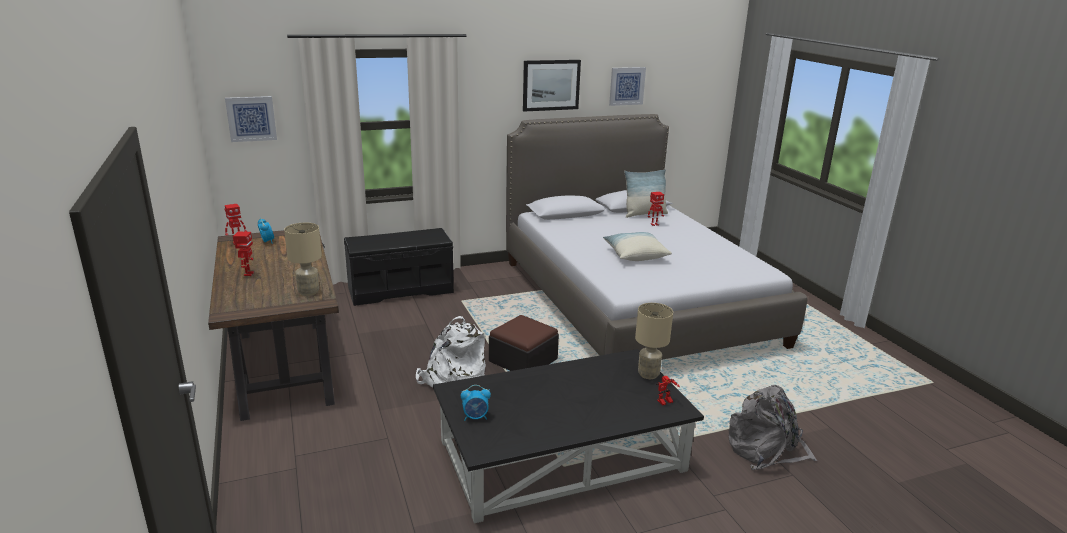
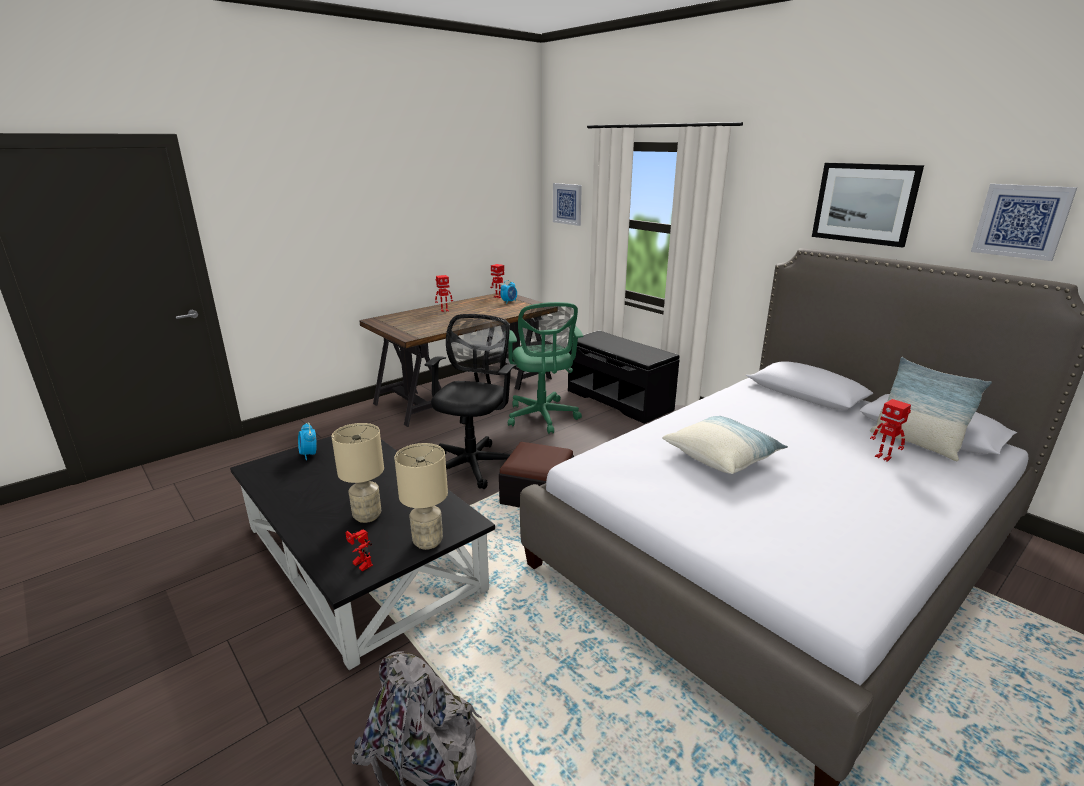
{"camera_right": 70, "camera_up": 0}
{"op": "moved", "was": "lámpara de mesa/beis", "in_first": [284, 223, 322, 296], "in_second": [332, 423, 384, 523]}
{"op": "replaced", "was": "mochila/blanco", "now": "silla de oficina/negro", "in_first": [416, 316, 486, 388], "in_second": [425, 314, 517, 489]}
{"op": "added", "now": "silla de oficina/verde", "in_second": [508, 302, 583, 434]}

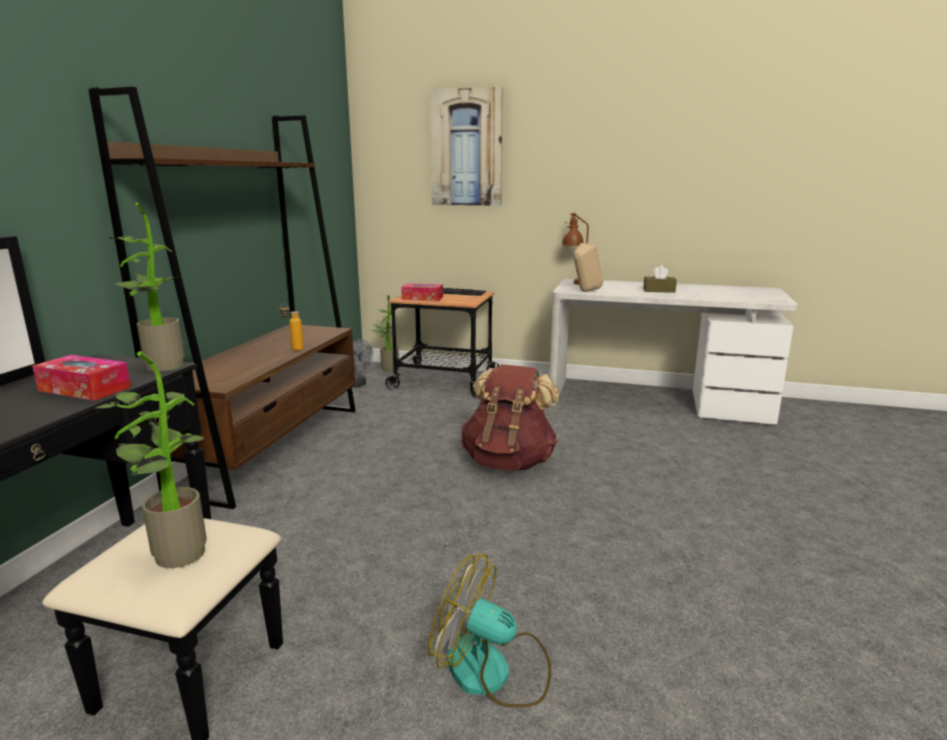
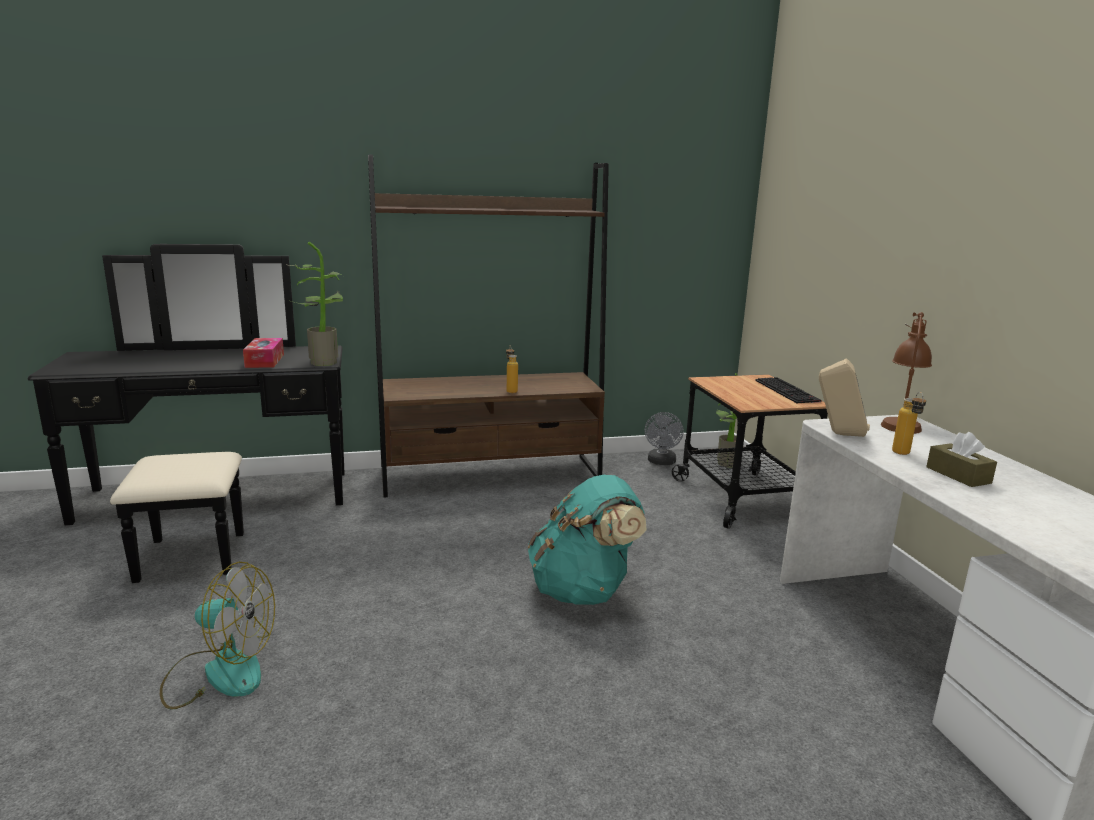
{"camera_right": 60, "camera_up": 0}
{"op": "turned", "was": "ventilador", "in_first": [428, 554, 551, 708], "in_second": [160, 562, 275, 709], "clockwise": 105}
{"op": "recoloured", "was": "mochila/marrón", "now": "mochila/turquesa", "in_first": [461, 364, 560, 471], "in_second": [528, 475, 647, 605]}
{"op": "added", "now": "botella", "in_second": [892, 392, 926, 455]}
{"op": "removed", "was": "planta en maceta", "in_first": [96, 351, 207, 568]}
{"op": "removed", "was": "caja de pañuelos", "in_first": [401, 283, 443, 301]}
{"op": "removed", "was": "cuadro", "in_first": [430, 87, 503, 206]}

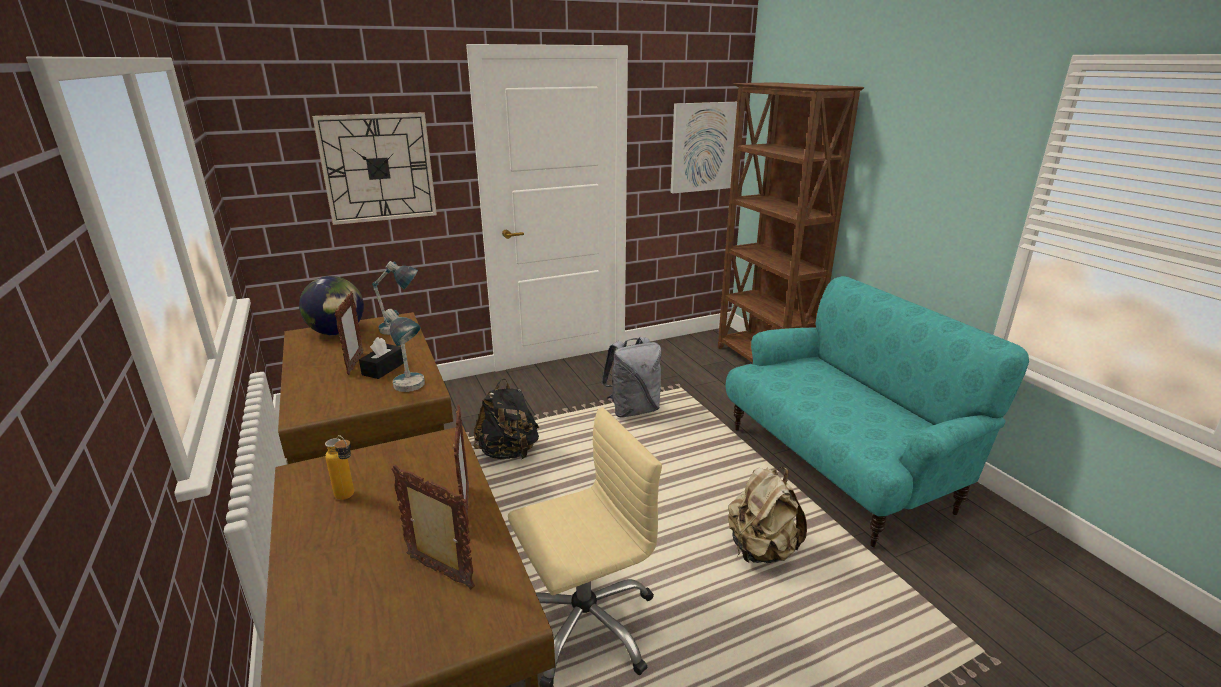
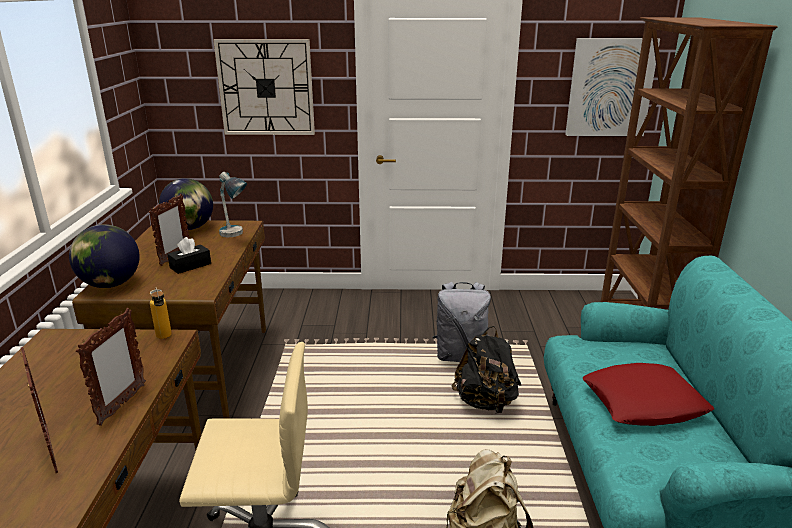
{"camera_right": 25, "camera_up": 0}
{"op": "added", "now": "globo terráqueo", "in_second": [69, 224, 140, 288]}
{"op": "moved", "was": "botella", "in_first": [325, 435, 354, 500], "in_second": [150, 287, 172, 339]}
{"op": "moved", "was": "mochila/negro", "in_first": [473, 379, 539, 460], "in_second": [451, 326, 521, 413]}
{"op": "added", "now": "cojín/rojo", "in_second": [583, 363, 714, 426]}
{"op": "removed", "was": "lámpara de mesa", "in_first": [384, 309, 425, 392]}

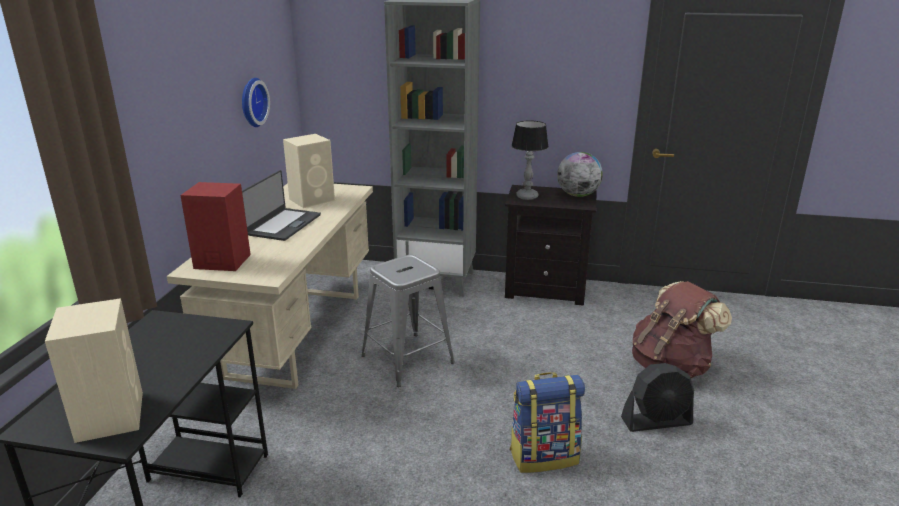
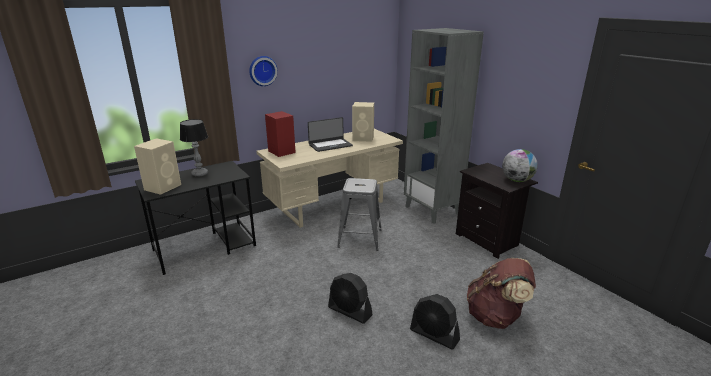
{"camera_right": 45, "camera_up": 0}
{"op": "moved", "was": "lámpara de mesa", "in_first": [511, 120, 549, 200], "in_second": [180, 119, 208, 177]}
{"op": "moved", "was": "reloj de pared", "in_first": [242, 78, 270, 127], "in_second": [249, 56, 278, 86]}
{"op": "replaced", "was": "mochila", "now": "ventilador/negro", "in_first": [510, 372, 585, 473], "in_second": [328, 273, 373, 324]}

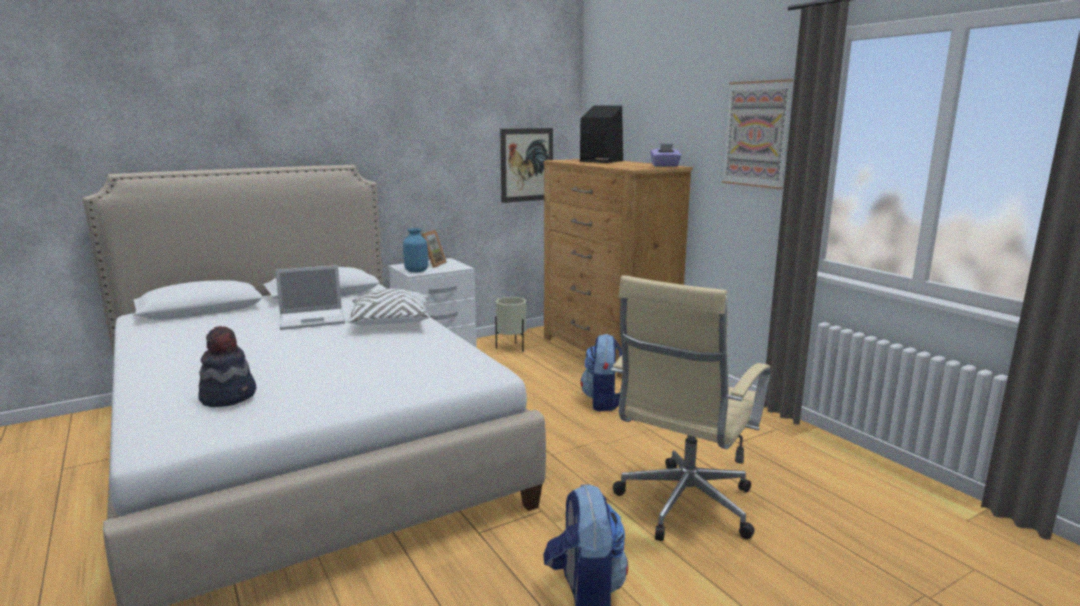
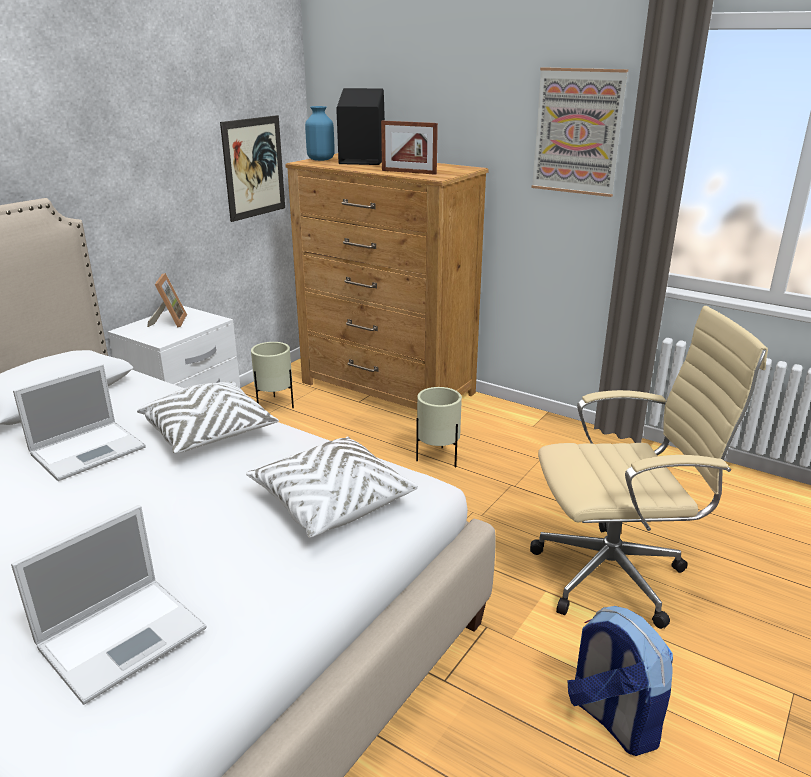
{"camera_right": -25, "camera_up": 10}
{"op": "replaced", "was": "sombrero", "now": "portátil", "in_first": [198, 326, 256, 407], "in_second": [11, 505, 206, 705]}
{"op": "added", "now": "cojín/blanco", "in_second": [246, 436, 418, 538]}
{"op": "moved", "was": "florero/azul", "in_first": [403, 228, 428, 273], "in_second": [305, 106, 335, 161]}
{"op": "added", "now": "portarretratos", "in_second": [381, 121, 438, 175]}
{"op": "replaced", "was": "mochila", "now": "maceta/beis", "in_first": [580, 334, 622, 411], "in_second": [416, 387, 462, 468]}
{"op": "turned", "was": "silla de oficina/beis", "in_first": [611, 275, 770, 541], "in_second": [530, 306, 768, 629], "clockwise": -105}
{"op": "removed", "was": "caja de pañuelos/morado", "in_first": [650, 144, 682, 167]}

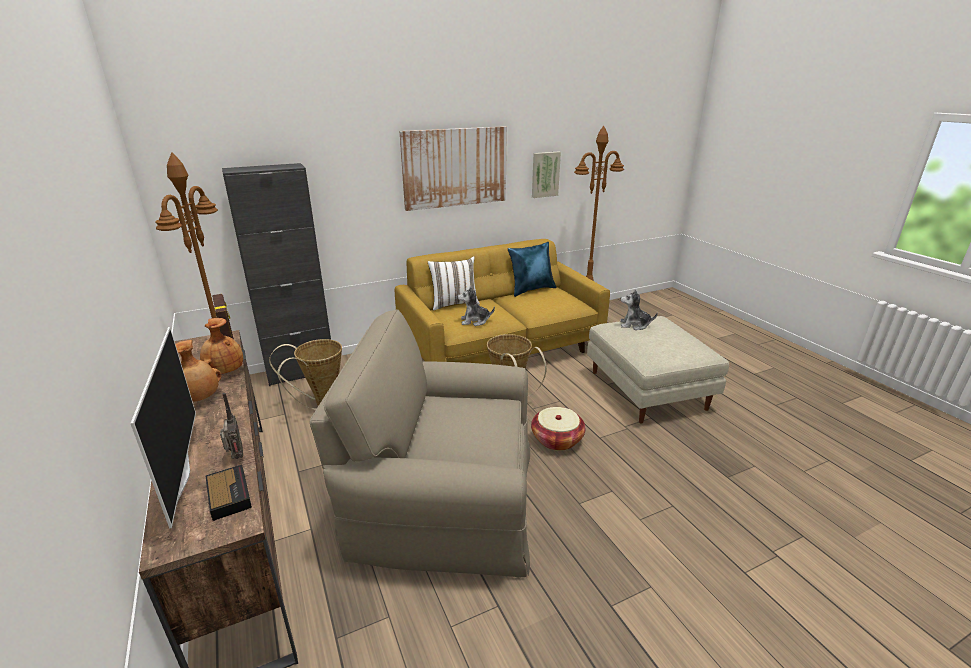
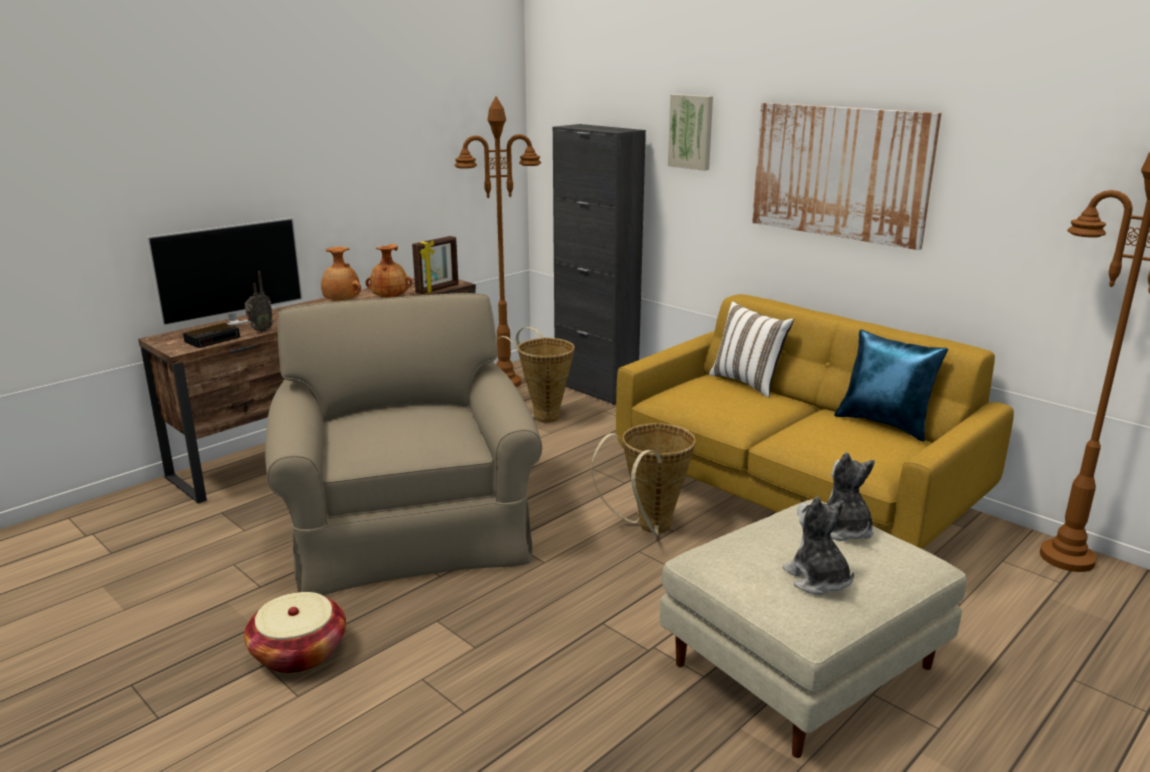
{"camera_right": 70, "camera_up": -5}
{"op": "moved", "was": "cesta", "in_first": [531, 407, 586, 451], "in_second": [244, 592, 346, 674]}
{"op": "moved", "was": "cuadro", "in_first": [532, 151, 561, 198], "in_second": [668, 94, 713, 171]}
{"op": "moved", "was": "peluche", "in_first": [458, 286, 495, 326], "in_second": [783, 496, 854, 595]}

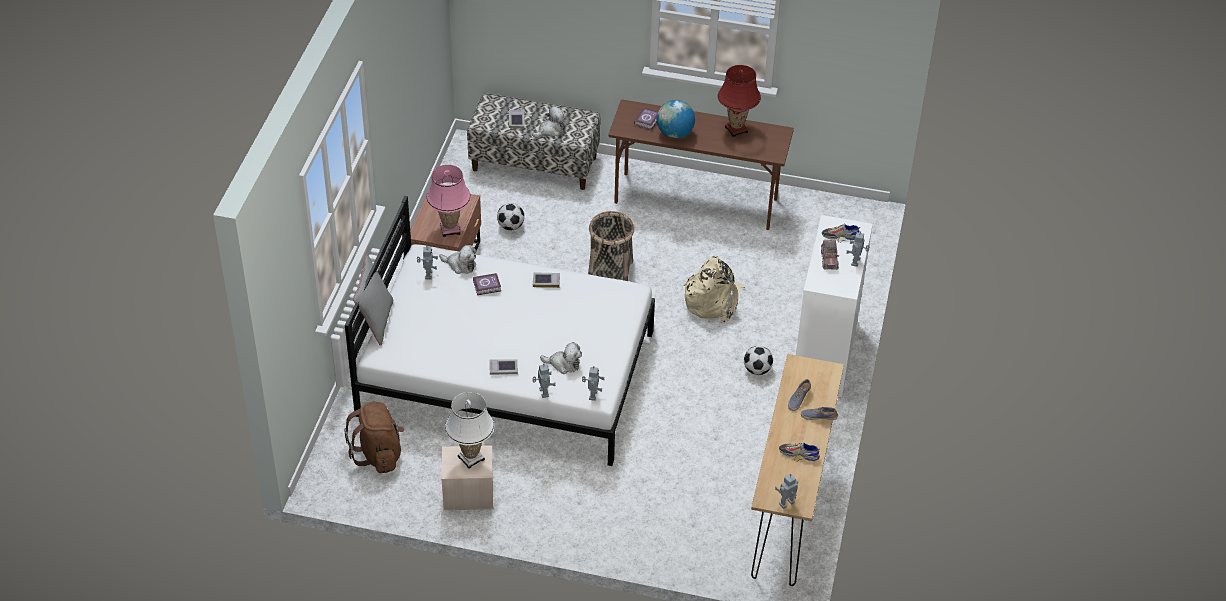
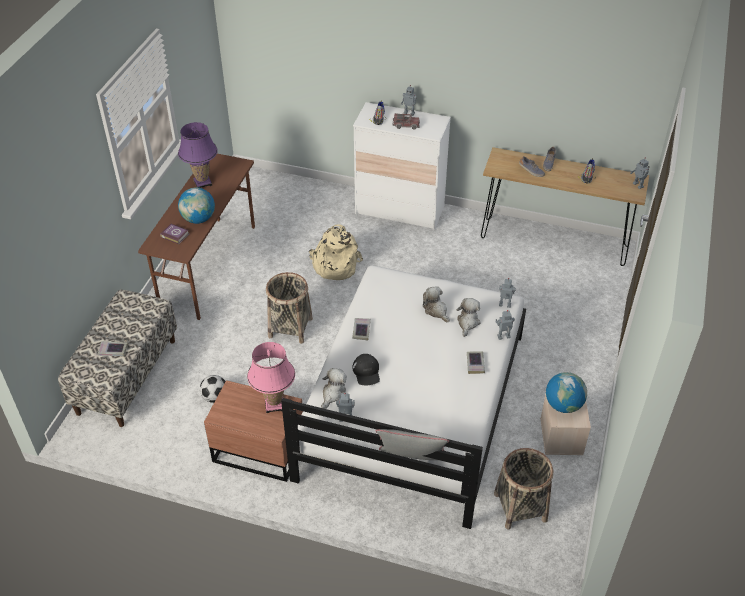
{"camera_right": -85, "camera_up": 0}
{"op": "recoloured", "was": "lámpara de mesa/rojo", "now": "lámpara de mesa/morado", "in_first": [718, 65, 761, 137], "in_second": [178, 122, 218, 188]}
{"op": "replaced", "was": "libro", "now": "gorra/negro", "in_first": [473, 273, 501, 295], "in_second": [353, 354, 380, 385]}
{"op": "moved", "was": "peluche", "in_first": [532, 106, 564, 138], "in_second": [423, 286, 450, 323]}
{"op": "replaced", "was": "mochila/marrón", "now": "cesta", "in_first": [344, 402, 404, 473], "in_second": [494, 448, 553, 529]}
{"op": "replaced", "was": "lámpara de mesa/blanco", "now": "globo terráqueo", "in_first": [445, 392, 494, 469], "in_second": [546, 372, 587, 413]}
{"op": "removed", "was": "balón de fútbol", "in_first": [744, 346, 773, 375]}

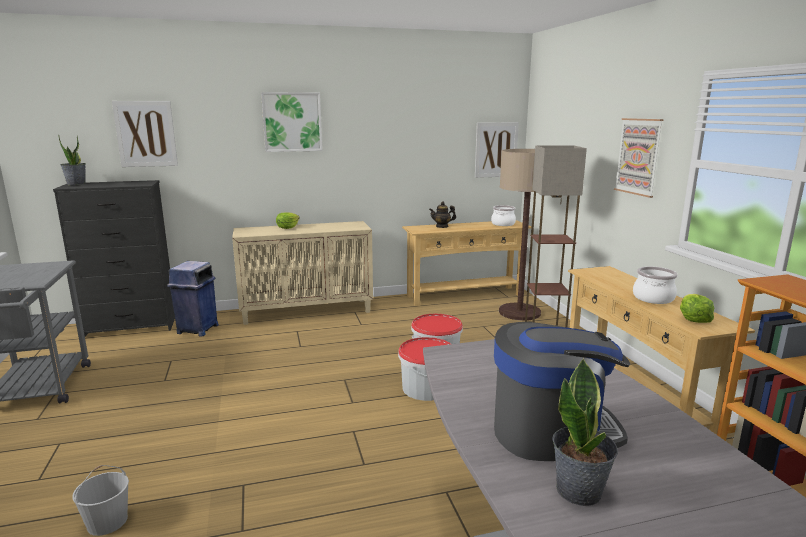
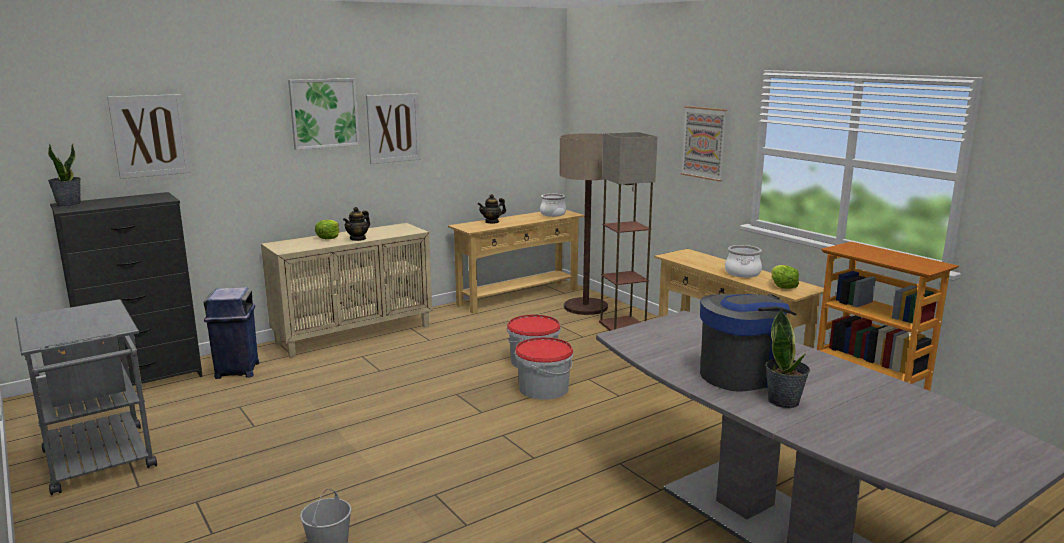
{"camera_right": -20, "camera_up": 0}
{"op": "added", "now": "tetera", "in_second": [343, 207, 370, 241]}
{"op": "moved", "was": "cuadro", "in_first": [475, 122, 519, 178], "in_second": [366, 93, 421, 164]}

